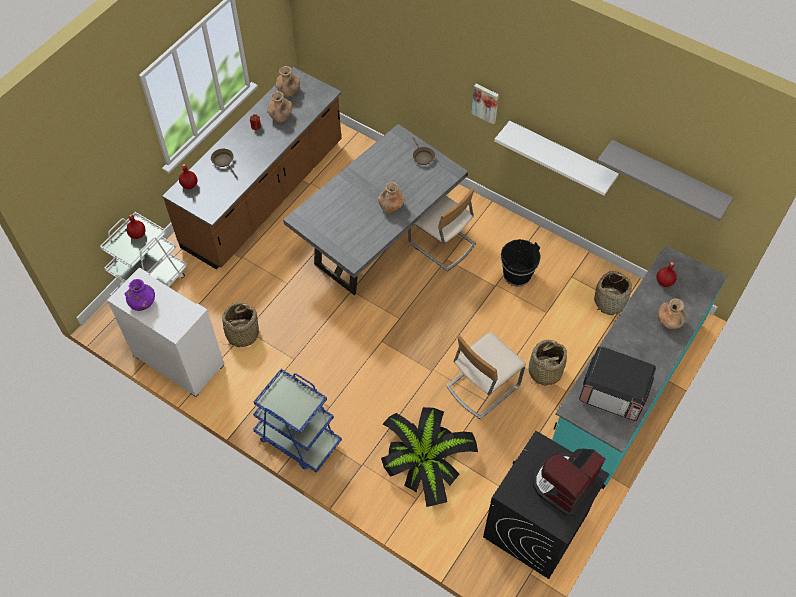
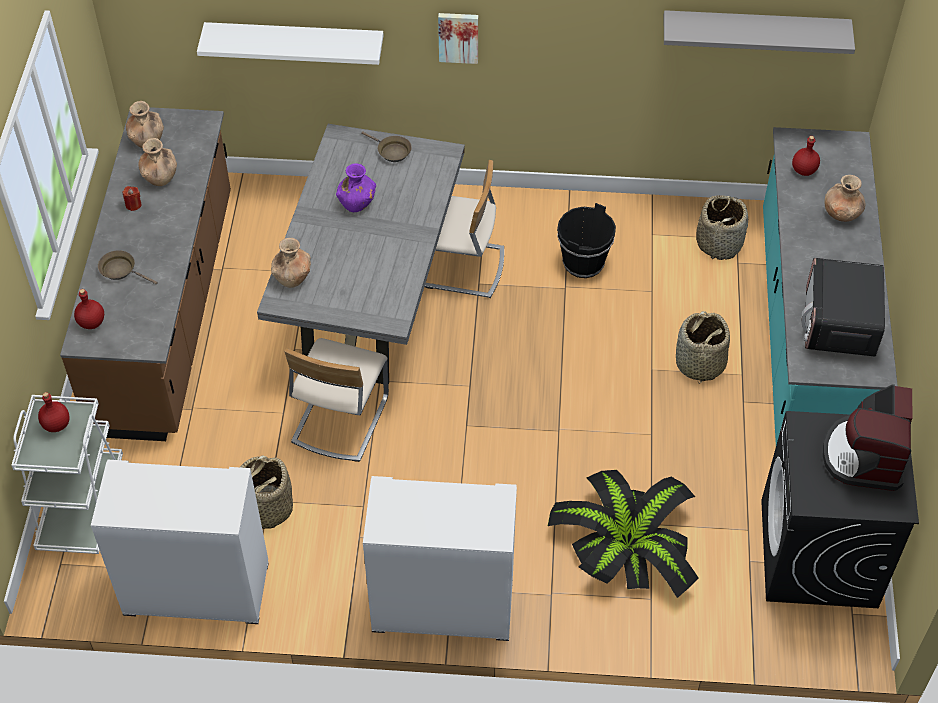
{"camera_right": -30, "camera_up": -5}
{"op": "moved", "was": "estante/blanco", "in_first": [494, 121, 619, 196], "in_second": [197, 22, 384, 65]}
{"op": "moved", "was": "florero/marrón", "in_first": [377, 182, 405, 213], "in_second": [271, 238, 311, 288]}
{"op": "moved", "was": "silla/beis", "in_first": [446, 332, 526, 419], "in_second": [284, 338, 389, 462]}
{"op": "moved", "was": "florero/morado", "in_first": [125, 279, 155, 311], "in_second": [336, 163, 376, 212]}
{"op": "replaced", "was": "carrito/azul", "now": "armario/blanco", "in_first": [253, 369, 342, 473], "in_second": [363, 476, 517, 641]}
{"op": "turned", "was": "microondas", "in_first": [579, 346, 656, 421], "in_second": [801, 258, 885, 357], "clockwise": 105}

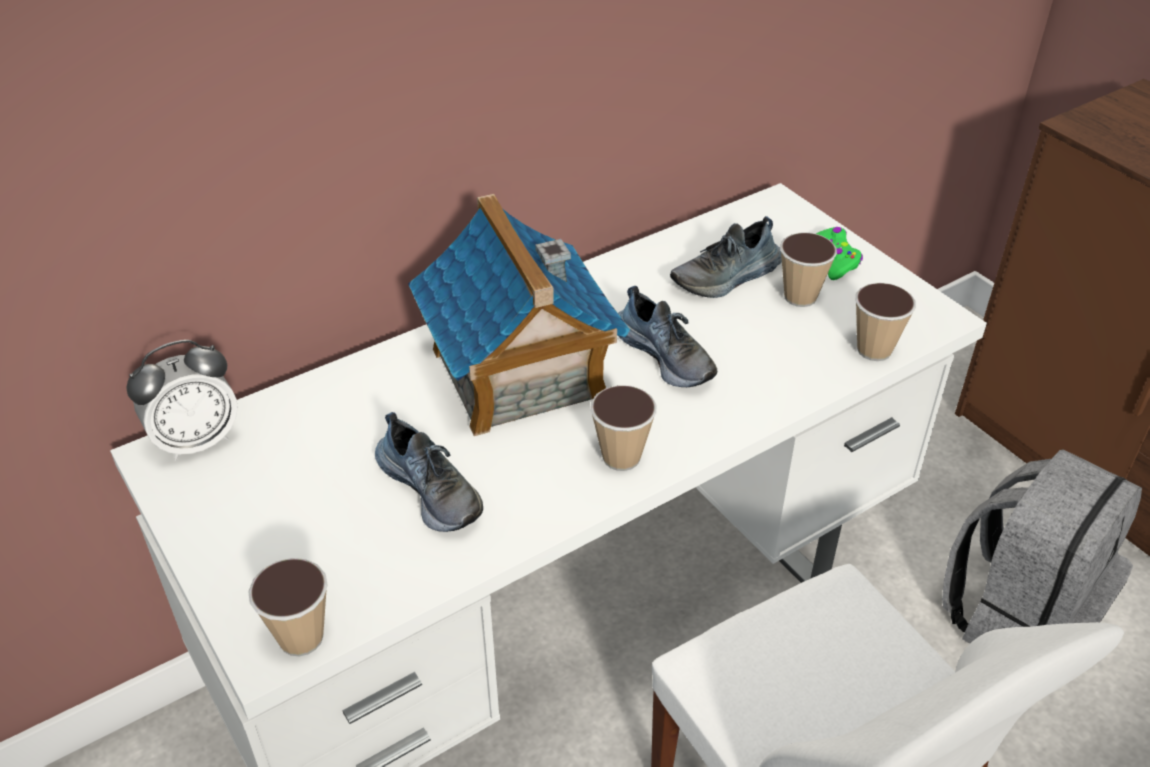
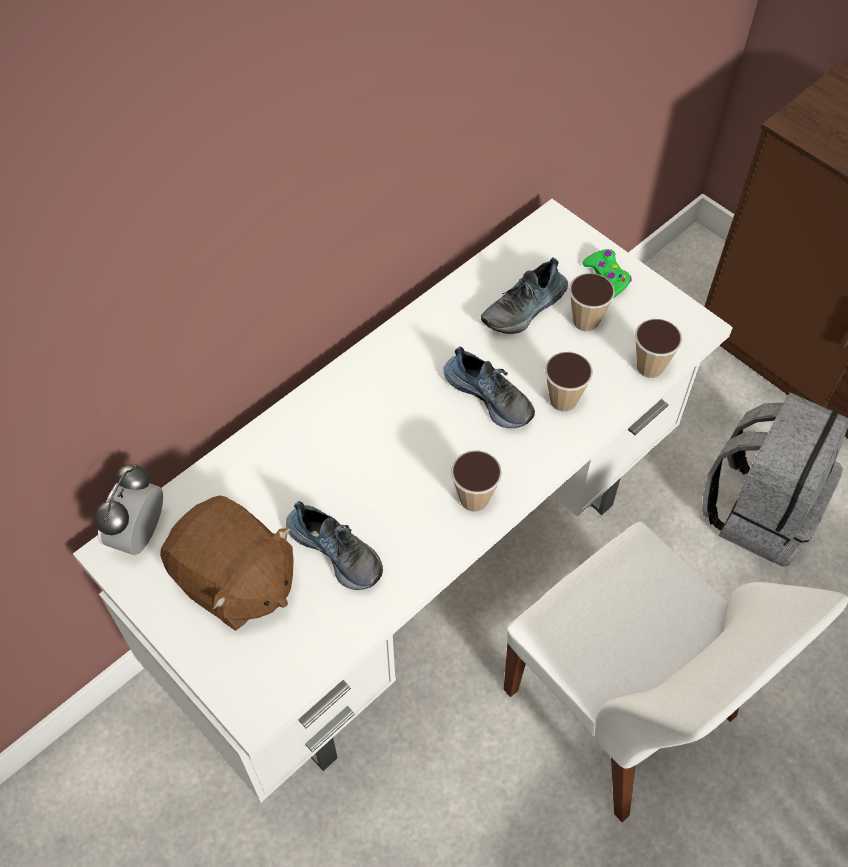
{"camera_right": -10, "camera_up": 15}
{"op": "turned", "was": "despertador", "in_first": [126, 340, 238, 461], "in_second": [94, 464, 163, 555], "clockwise": 150}
{"op": "added", "now": "peluche/marrón", "in_second": [160, 495, 294, 631]}
{"op": "moved", "was": "taza", "in_first": [248, 558, 328, 656], "in_second": [544, 352, 593, 412]}
{"op": "removed", "was": "casita", "in_first": [408, 194, 630, 436]}

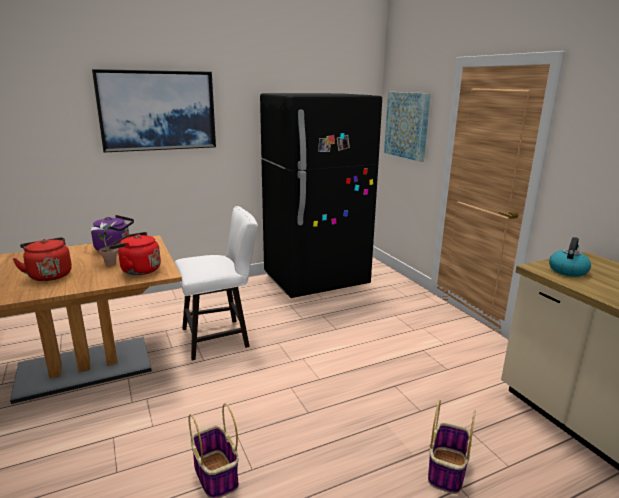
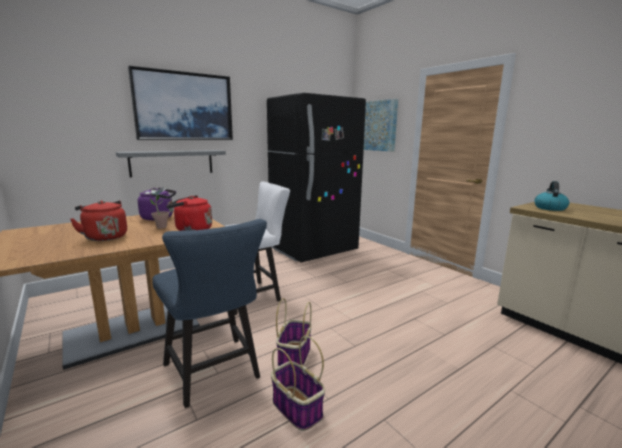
{"camera_right": -10, "camera_up": -5}
{"op": "added", "now": "estante/gris", "in_second": [116, 150, 226, 177]}
{"op": "added", "now": "silla/azul", "in_second": [152, 219, 267, 408]}
{"op": "moved", "was": "cesta", "in_first": [428, 400, 476, 494], "in_second": [276, 298, 311, 367]}

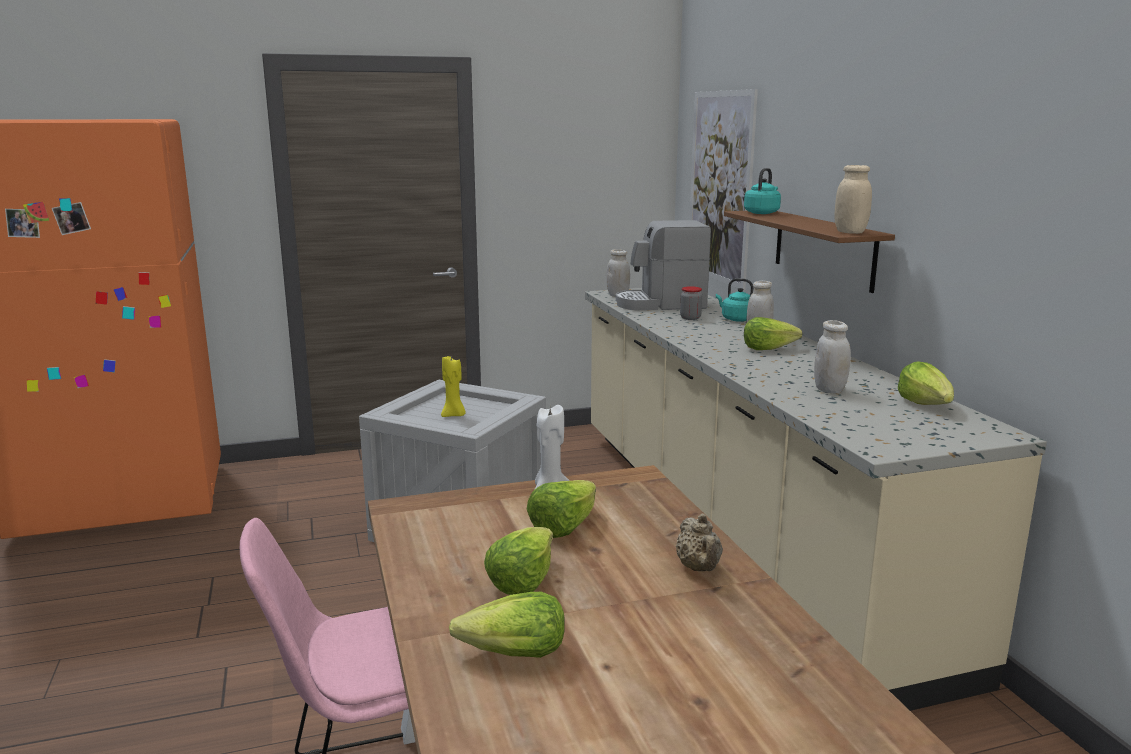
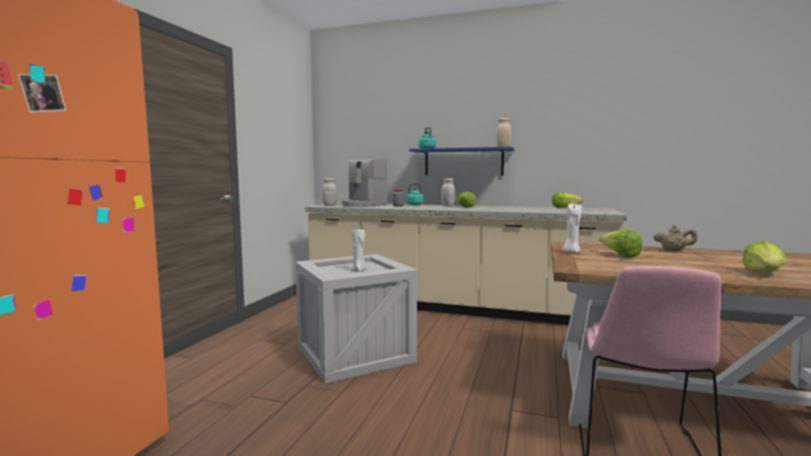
{"camera_right": -55, "camera_up": -10}
{"op": "recoloured", "was": "vela/amarillo", "now": "vela/blanco", "in_first": [441, 356, 466, 417], "in_second": [351, 229, 367, 271]}
{"op": "recoloured", "was": "estante/marrón", "now": "estante/azul", "in_first": [724, 211, 895, 293], "in_second": [409, 147, 514, 176]}
{"op": "removed", "was": "lechuga", "in_first": [484, 527, 553, 595]}
{"op": "removed", "was": "cuadro", "in_first": [689, 89, 758, 290]}
{"op": "removed", "was": "tarro/blanco", "in_first": [814, 320, 851, 393]}

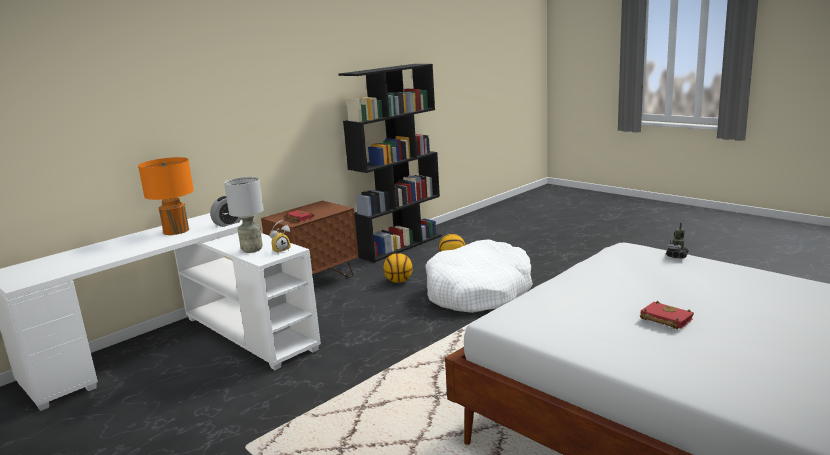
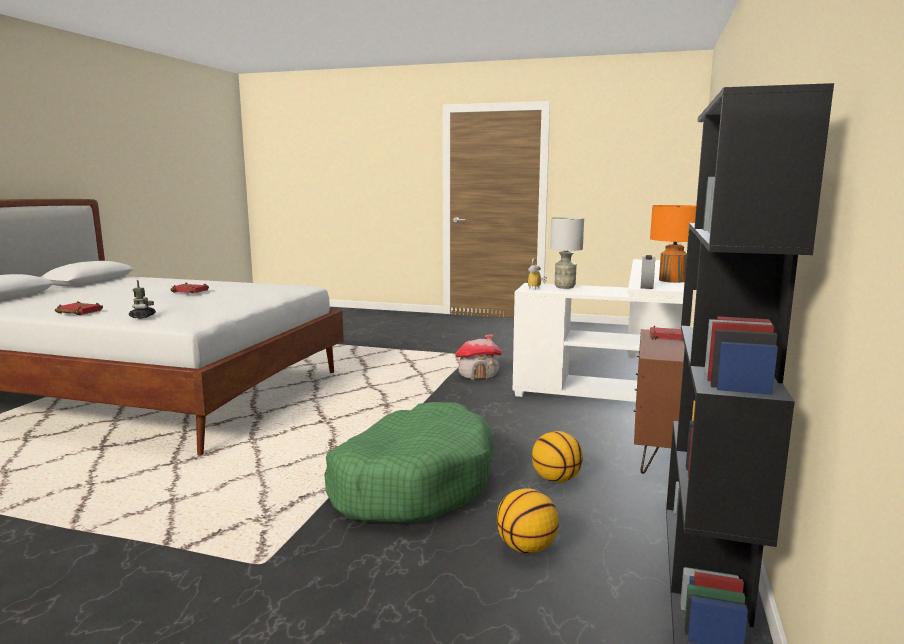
{"camera_right": 150, "camera_up": -5}
{"op": "added", "now": "libro/rojo", "in_second": [55, 301, 103, 315]}
{"op": "recoloured", "was": "cama para perro/blanco", "now": "cama para perro/verde", "in_first": [425, 239, 533, 313], "in_second": [324, 402, 495, 523]}
{"op": "added", "now": "casita", "in_second": [455, 334, 502, 380]}

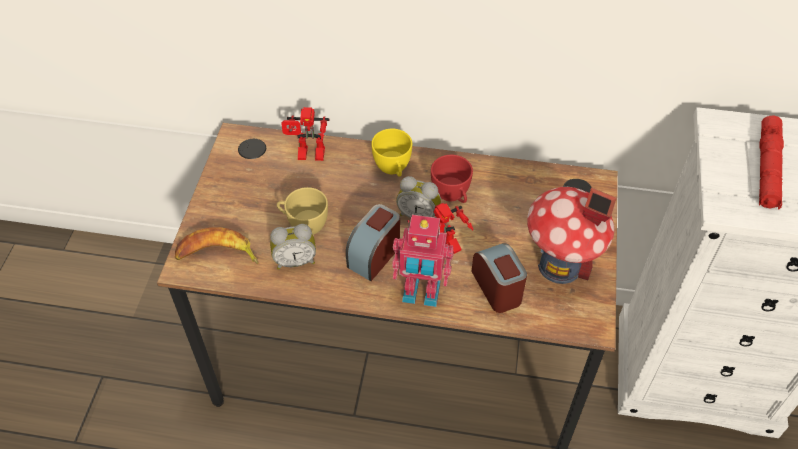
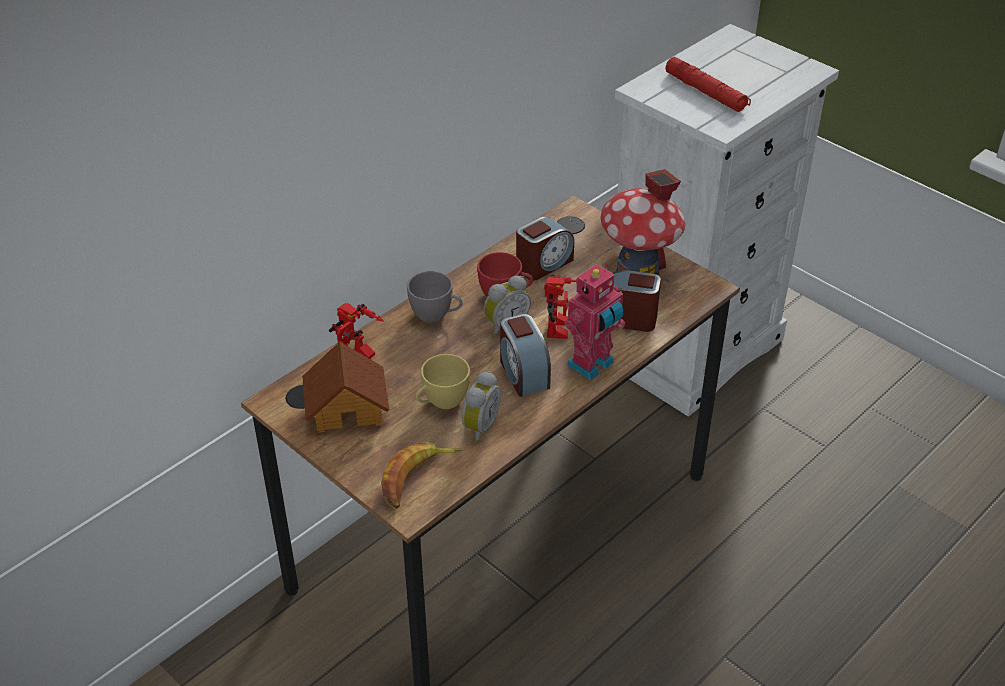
{"camera_right": -55, "camera_up": -10}
{"op": "added", "now": "casita", "in_second": [302, 341, 389, 433]}
{"op": "recoloured", "was": "taza/amarillo", "now": "taza/gris", "in_first": [371, 129, 412, 176], "in_second": [407, 271, 463, 322]}
{"op": "added", "now": "despertador", "in_second": [516, 216, 574, 281]}

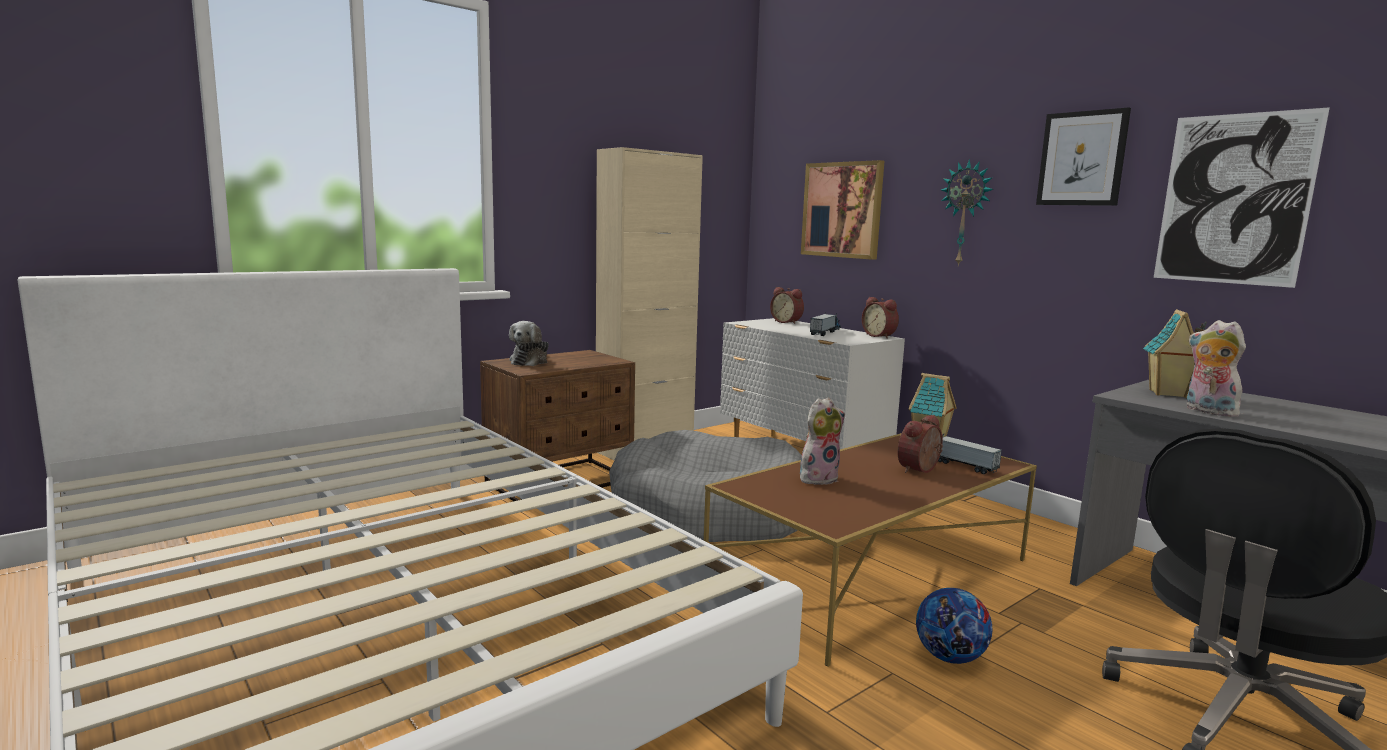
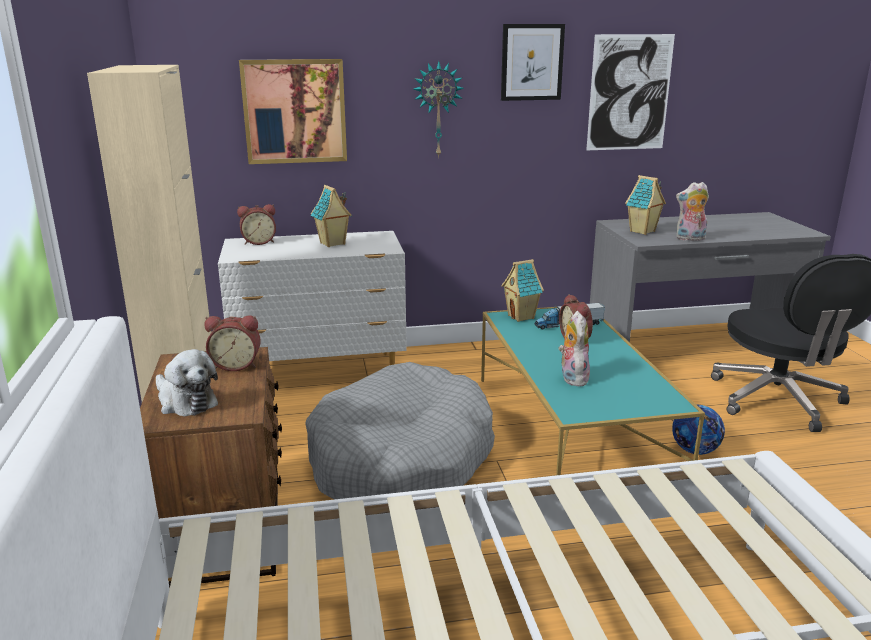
{"camera_right": -60, "camera_up": 10}
{"op": "moved", "was": "despertador", "in_first": [862, 297, 899, 339], "in_second": [204, 315, 261, 371]}
{"op": "replaced", "was": "camión de juguete", "now": "casita", "in_first": [810, 312, 841, 336], "in_second": [310, 185, 352, 247]}
{"op": "recoloured", "was": "mesa de centro/marrón", "now": "mesa de centro/turquesa", "in_first": [704, 433, 1037, 667], "in_second": [481, 307, 705, 475]}

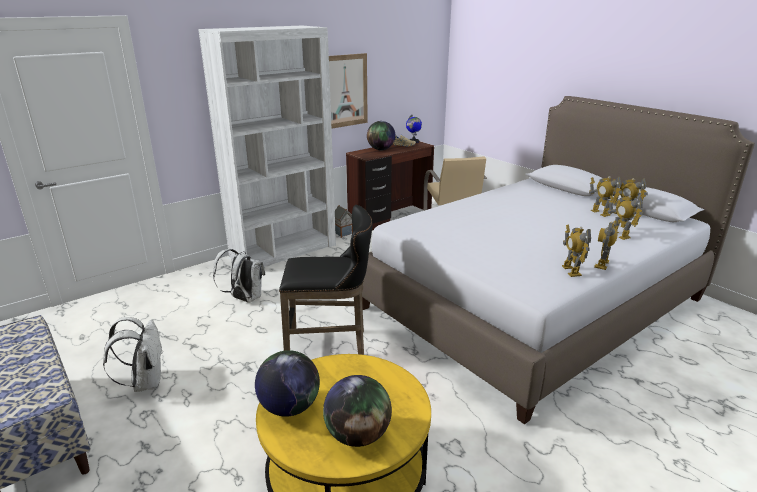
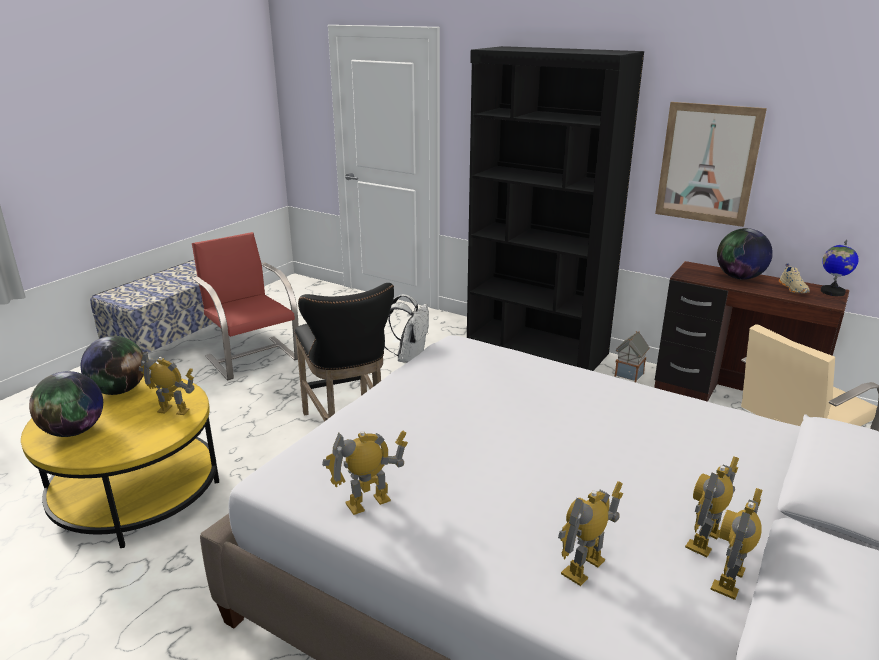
{"camera_right": 70, "camera_up": 0}
{"op": "moved", "was": "robot de juguete", "in_first": [594, 221, 617, 270], "in_second": [139, 351, 194, 415]}
{"op": "replaced", "was": "mochila/blanco", "now": "silla/rojo", "in_first": [103, 317, 163, 392], "in_second": [192, 232, 299, 380]}
{"op": "recoloured", "was": "estantería/blanco", "now": "estantería/negro", "in_first": [198, 26, 336, 267], "in_second": [467, 46, 644, 371]}

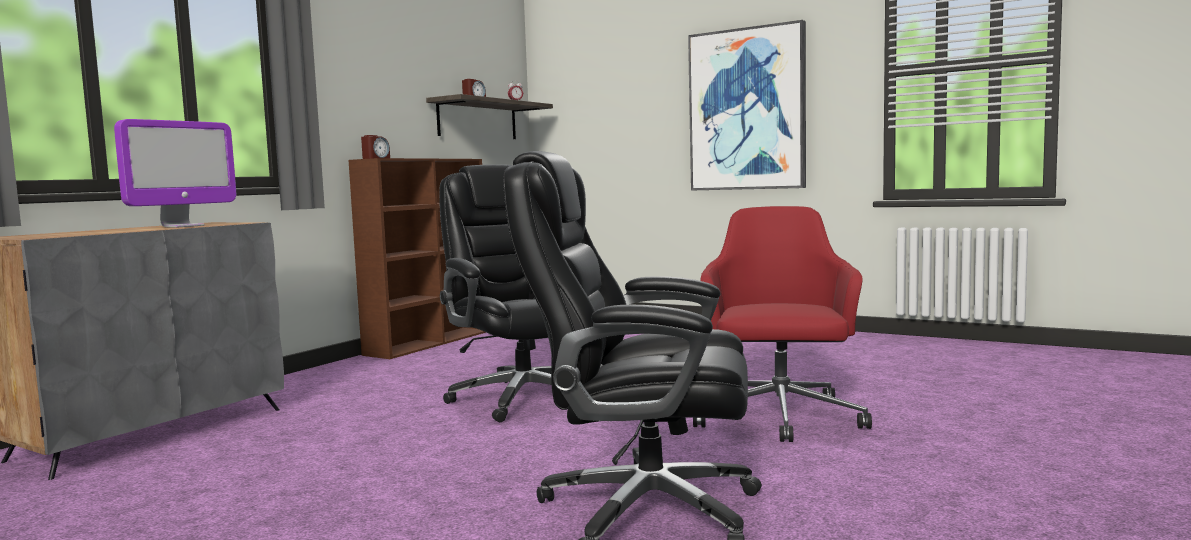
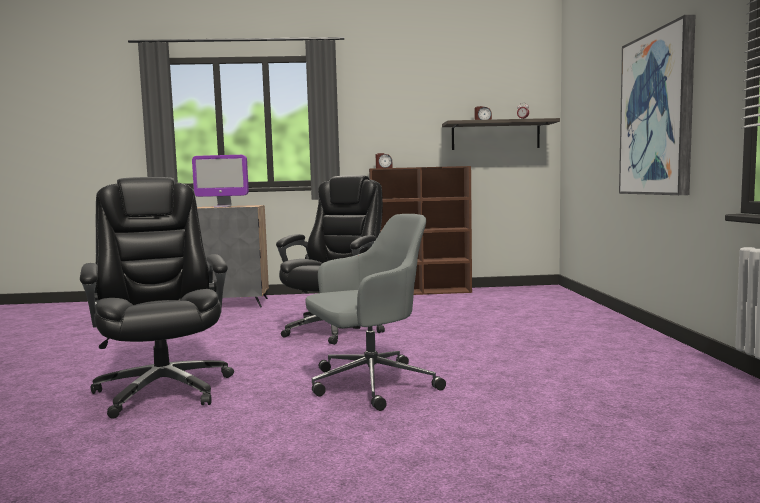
{"camera_right": 55, "camera_up": 0}
{"op": "recoloured", "was": "silla de oficina/rojo", "now": "silla de oficina/gris", "in_first": [693, 206, 872, 442], "in_second": [305, 214, 446, 411]}

